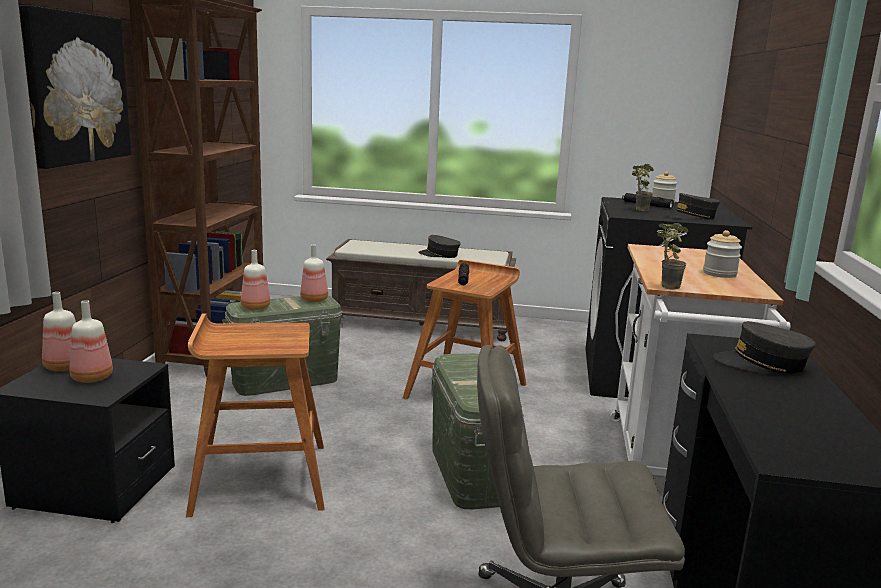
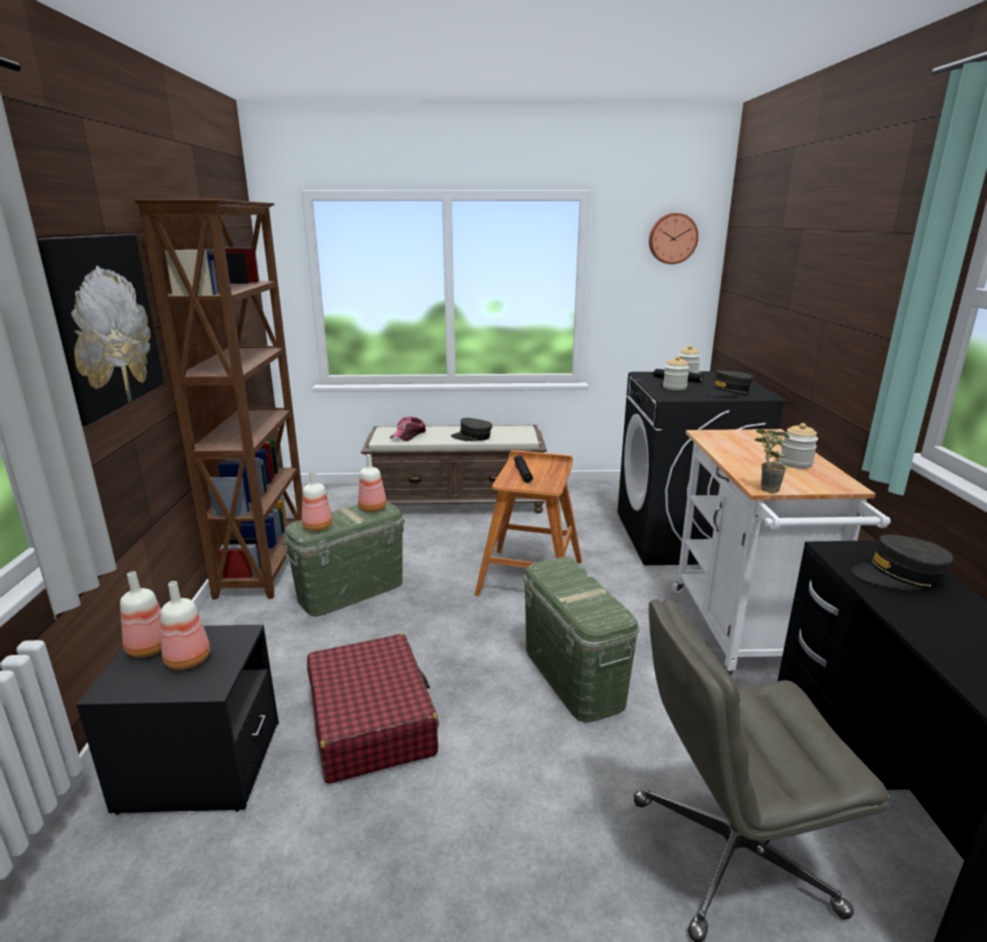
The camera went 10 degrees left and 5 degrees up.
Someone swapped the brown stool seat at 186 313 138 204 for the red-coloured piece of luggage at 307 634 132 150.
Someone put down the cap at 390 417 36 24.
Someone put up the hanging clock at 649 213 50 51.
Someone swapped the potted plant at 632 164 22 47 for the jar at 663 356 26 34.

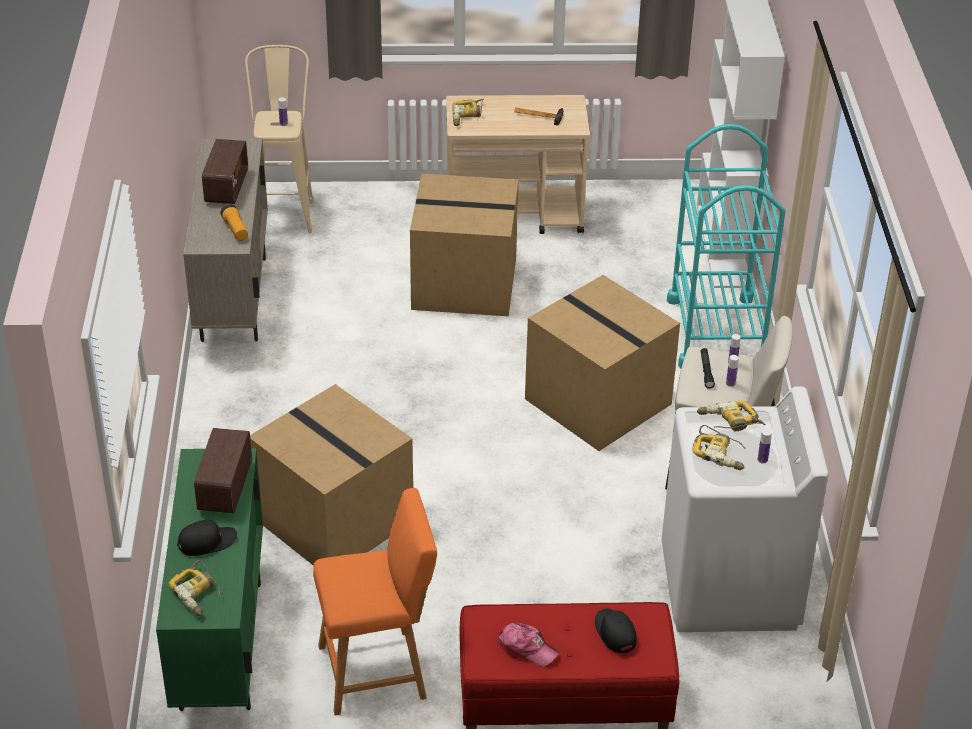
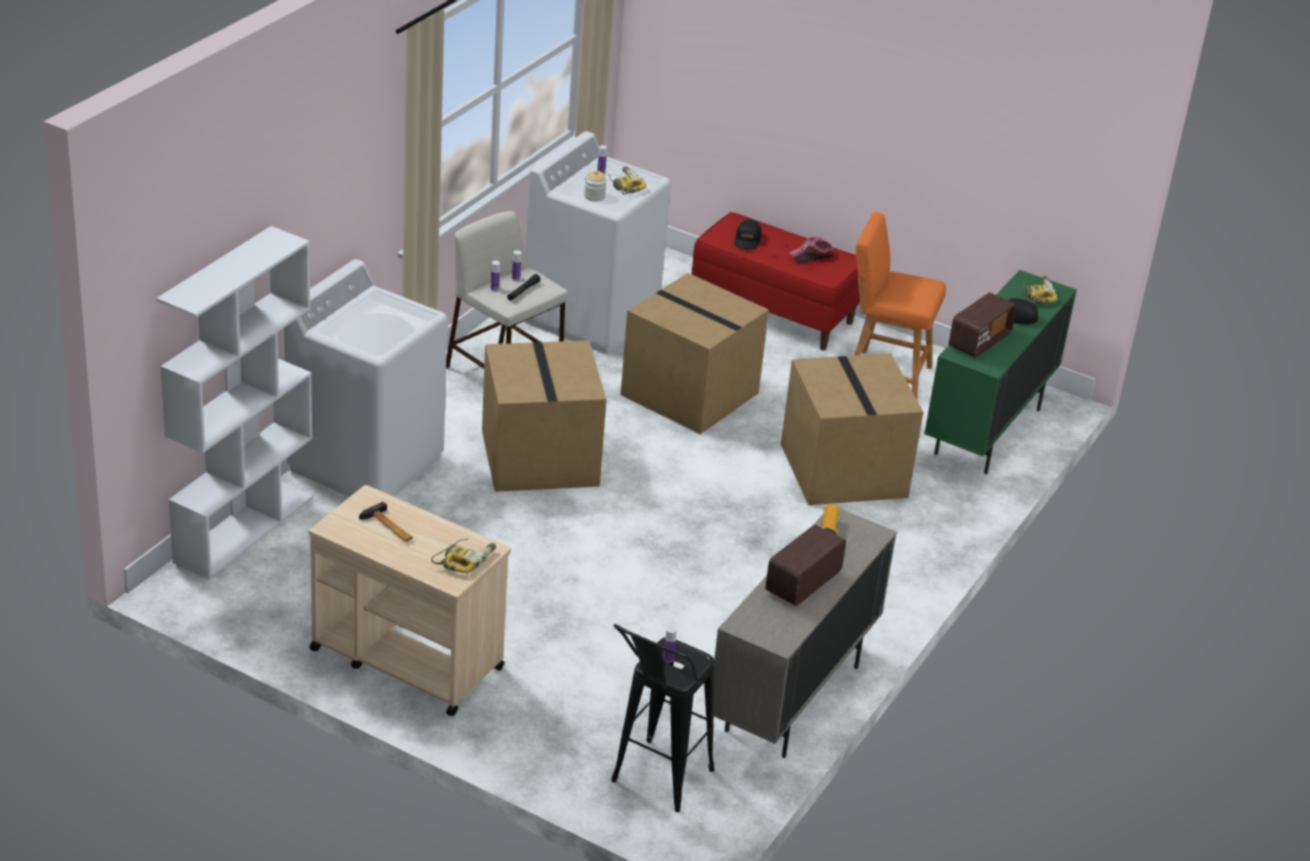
The camera went 150 degrees left and 5 degrees down.
Someone swapped the blue-green trolley at 667 124 118 245 for the white washing machine at 284 259 163 238.
Someone swapped the power drill at 697 400 69 32 for the jar at 584 170 23 31.
Someone repainted the beige-coloured stool seat at 245 45 69 188, which became the blackish stool seat at 611 624 103 188.
Someone carried the cardboard box from 410 174 109 142 to 621 273 148 161.
Someone rotated the cap at 498 622 61 44 by 90 degrees counterclockwise.

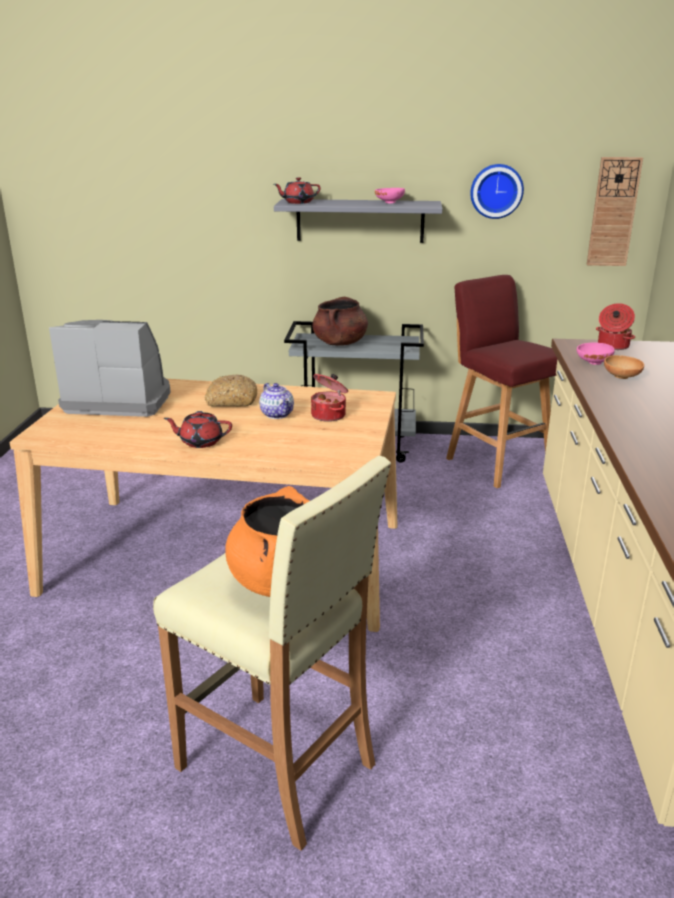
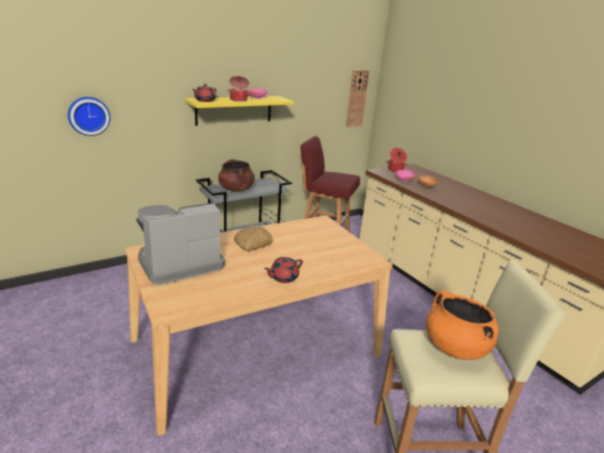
The camera went 40 degrees left and 0 degrees up.
Someone carried the hanging clock from 470 164 54 55 to 68 97 42 39.
Someone repainted the grey wall shelf at 274 199 168 44, which became the yellowish wall shelf at 184 96 110 30.
Someone carried the saucepot from 311 374 37 48 to 228 76 22 25.
Someone took away the pot for tea at 259 383 35 36.

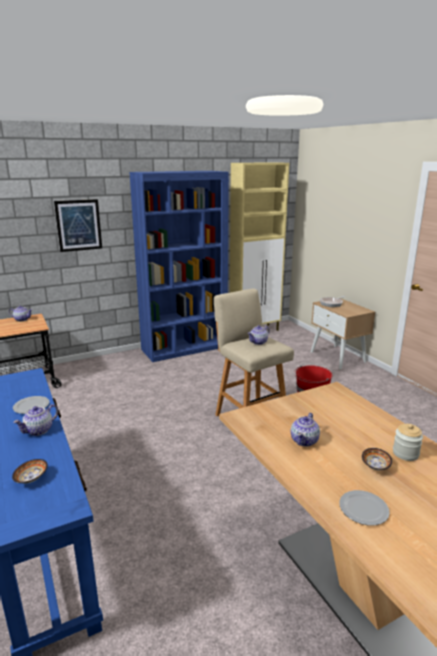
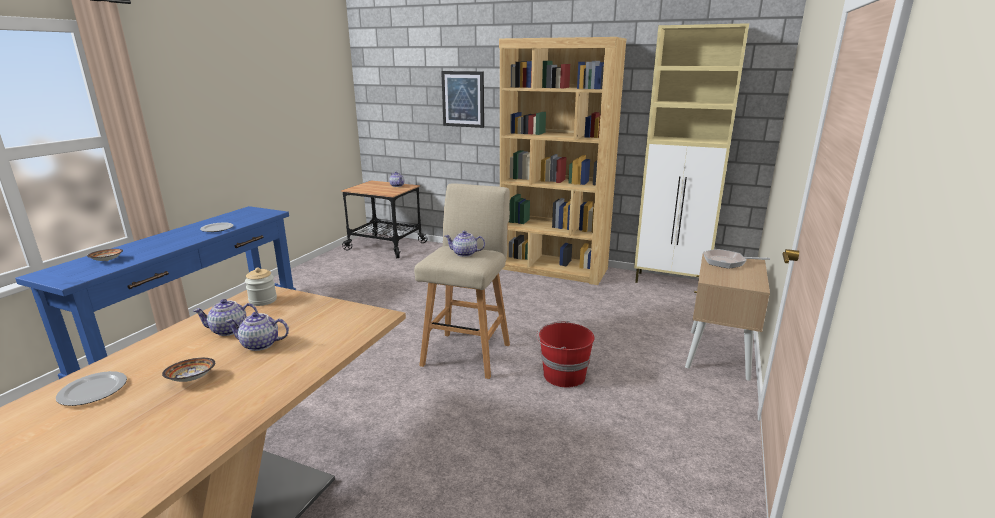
The camera went 50 degrees right and 0 degrees up.
Someone carried the pot for tea from 13 404 45 32 to 225 312 64 39.
Someone carried the jar from 393 424 30 37 to 245 267 32 39.
Someone repainted the blue-coloured shelving unit at 129 171 100 191, which became the brown shelving unit at 499 37 127 248.

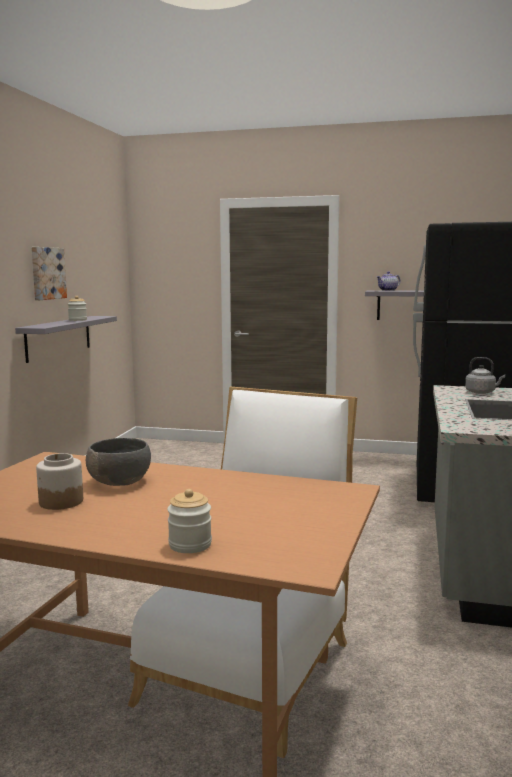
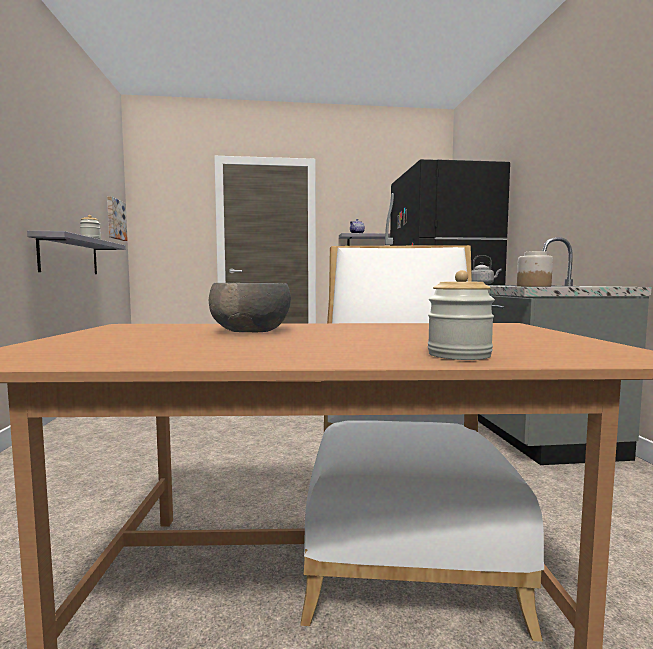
The camera went 20 degrees left and 5 degrees down.
Someone carried the picture from 31 247 36 53 to 107 196 21 45.
Someone carried the jar from 36 453 47 57 to 517 251 36 36.

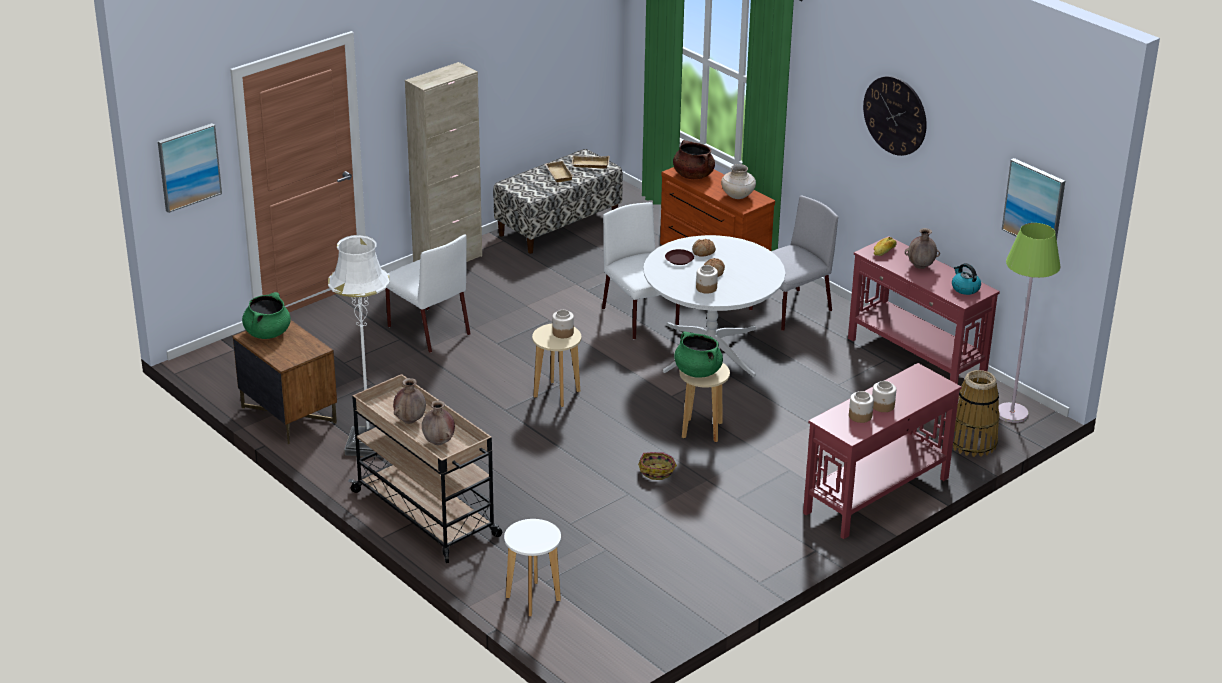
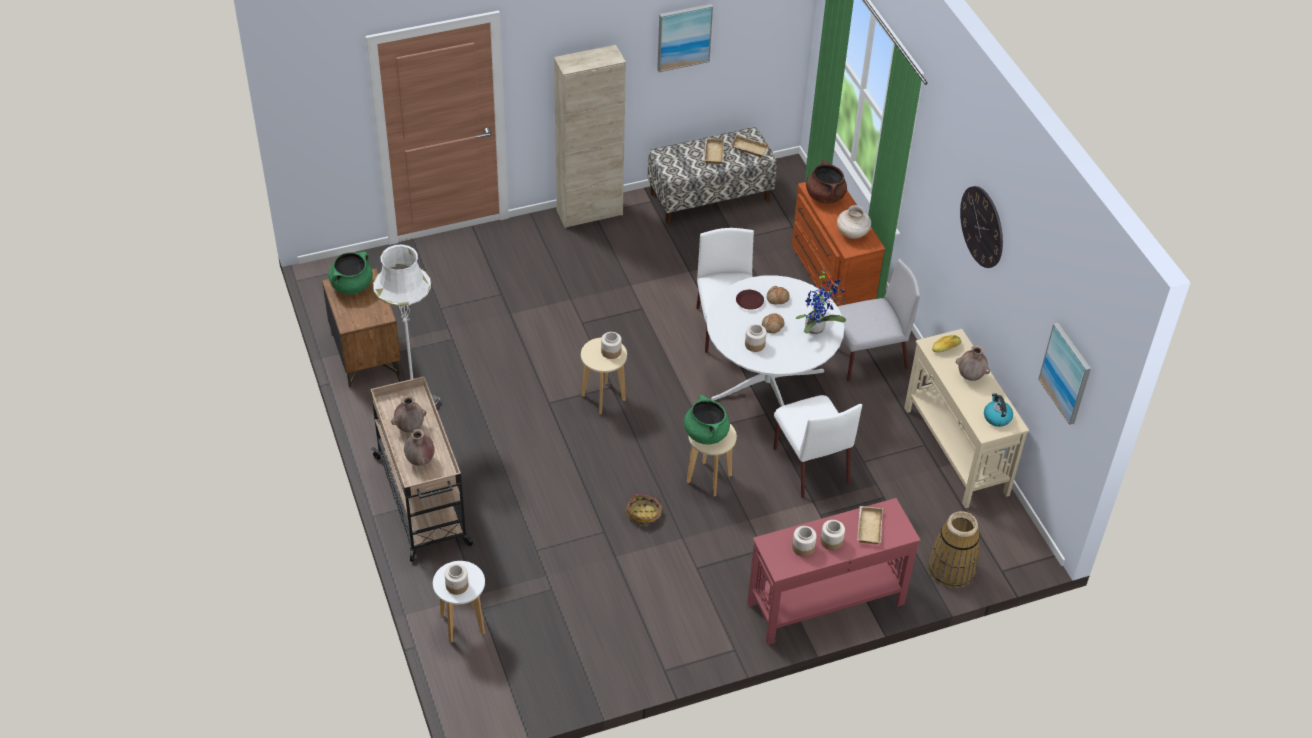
The camera went 20 degrees right and 15 degrees up.
Someone put down the jar at 445 564 23 31.
Someone carried the picture from 158 123 64 90 to 657 4 56 68.
Someone carried the white upright chair from 385 234 85 119 to 773 395 89 103.
Someone put down the potted plant at 796 270 50 64.
Someone put down the beige-coloured tray at 857 506 26 38.
Someone repainted the red-coloured console table at 848 236 152 148, which became the beige-coloured console table at 904 329 125 179.
Someone took away the green-coloured standard lamp at 999 223 62 200.

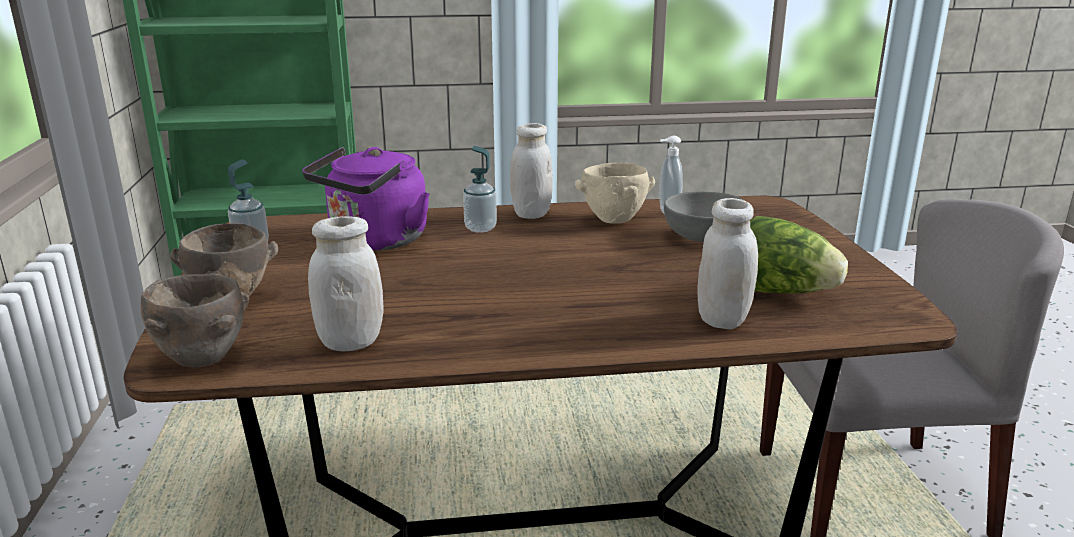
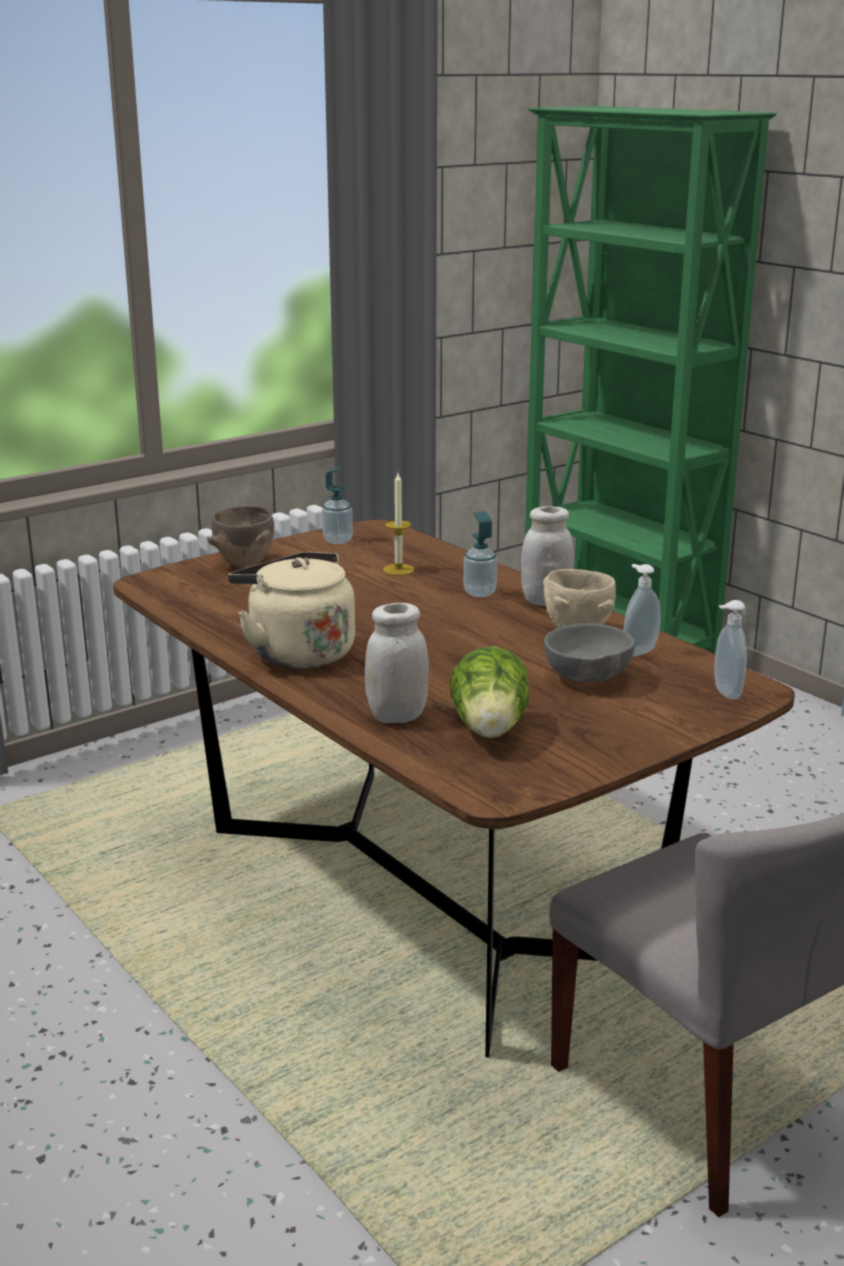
The camera went 60 degrees right and 0 degrees up.
Someone put down the beige-coloured kettle at 228 552 127 117.
Someone swapped the purple kettle at 302 147 128 104 for the candle at 383 473 31 102.
Someone put down the liquid soap bottle at 714 600 33 100.
Someone took away the brown bowl at 141 274 108 93.
Someone took away the white jar at 308 216 76 135.

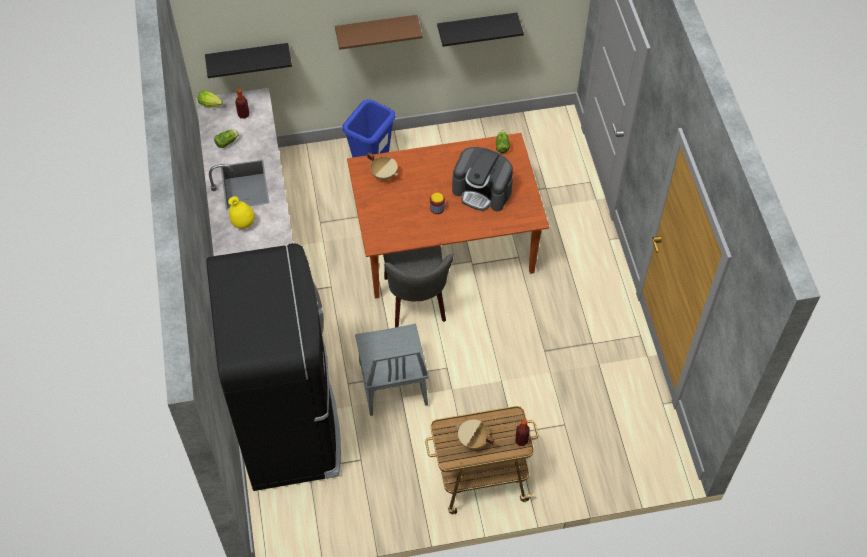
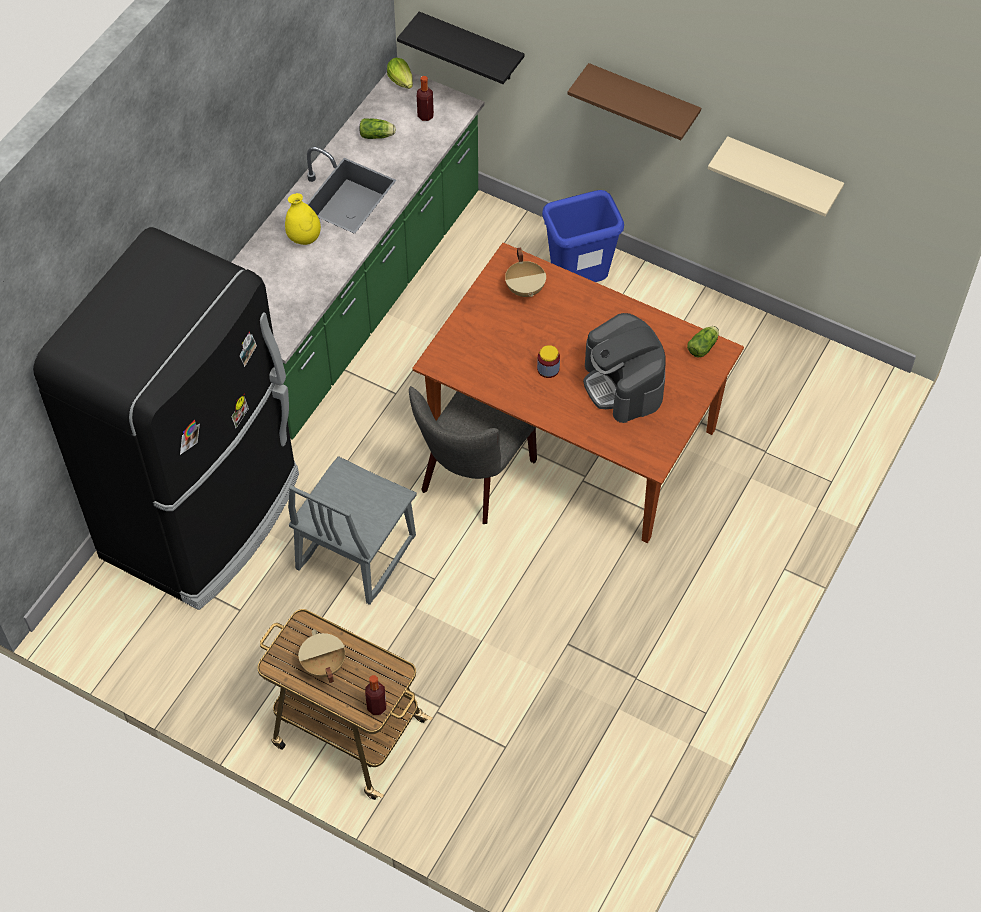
The camera went 40 degrees right and 0 degrees up.
Someone repainted the blackish wall shelf at 437 13 87 34, which became the beige-coloured wall shelf at 708 136 136 81.

